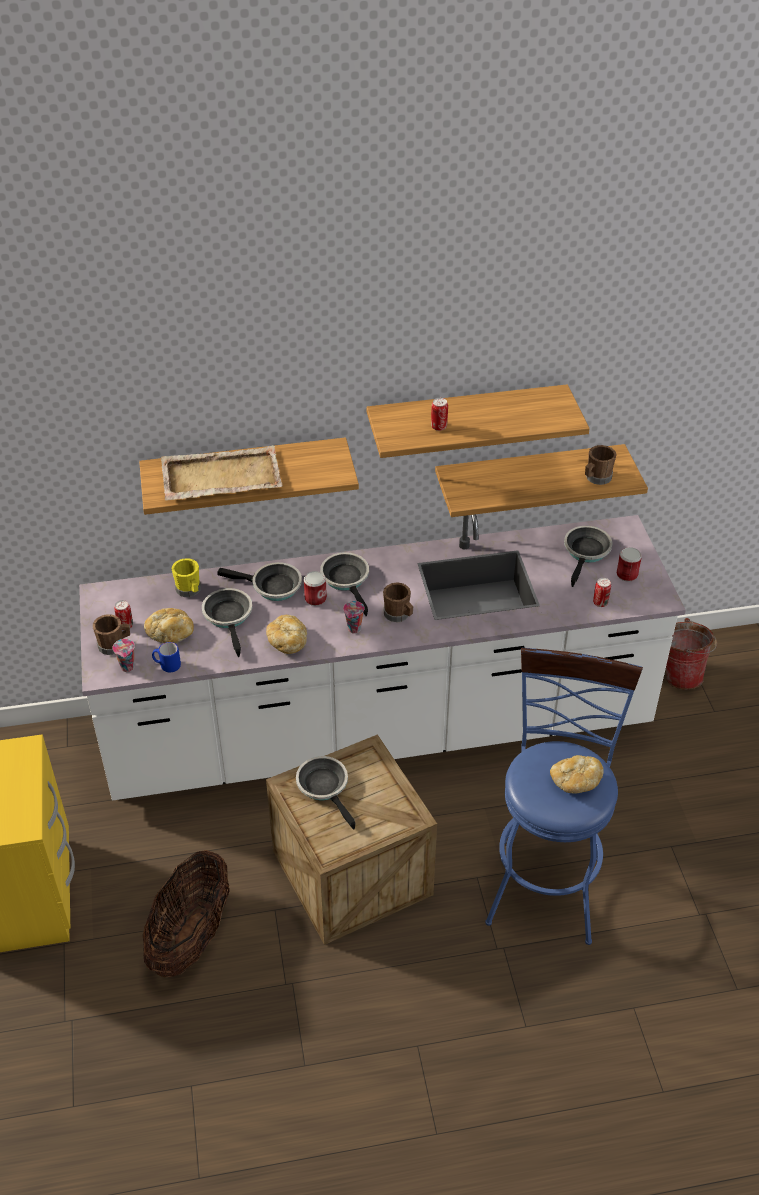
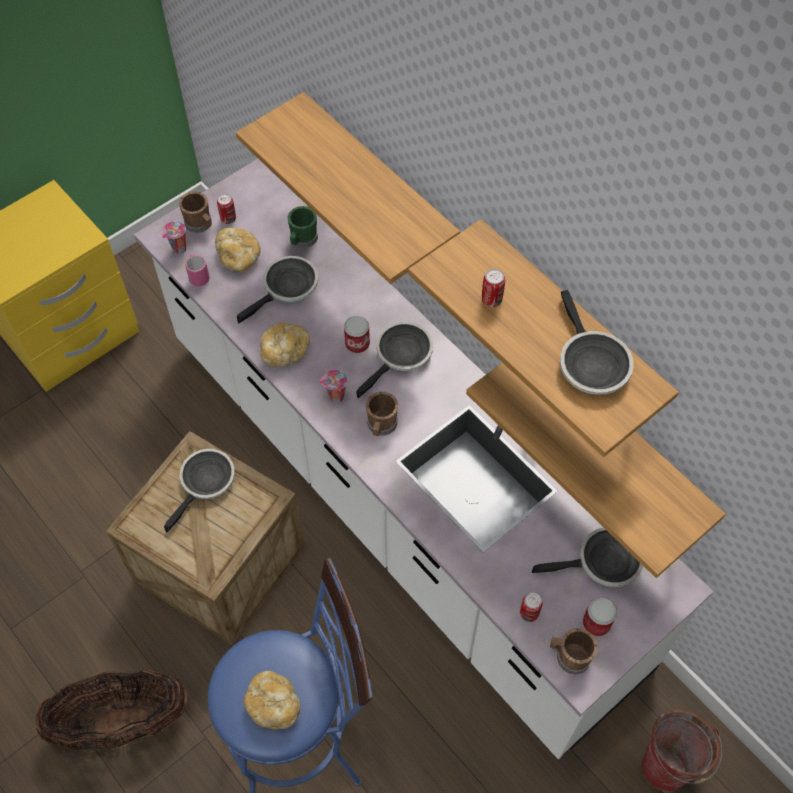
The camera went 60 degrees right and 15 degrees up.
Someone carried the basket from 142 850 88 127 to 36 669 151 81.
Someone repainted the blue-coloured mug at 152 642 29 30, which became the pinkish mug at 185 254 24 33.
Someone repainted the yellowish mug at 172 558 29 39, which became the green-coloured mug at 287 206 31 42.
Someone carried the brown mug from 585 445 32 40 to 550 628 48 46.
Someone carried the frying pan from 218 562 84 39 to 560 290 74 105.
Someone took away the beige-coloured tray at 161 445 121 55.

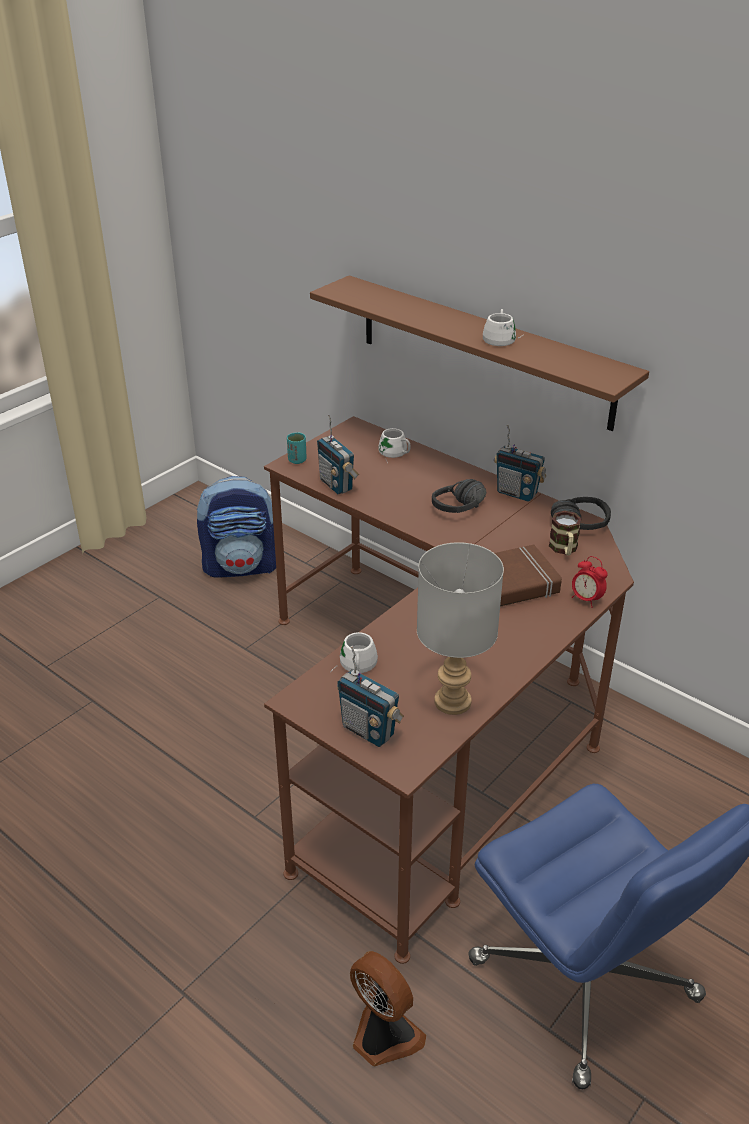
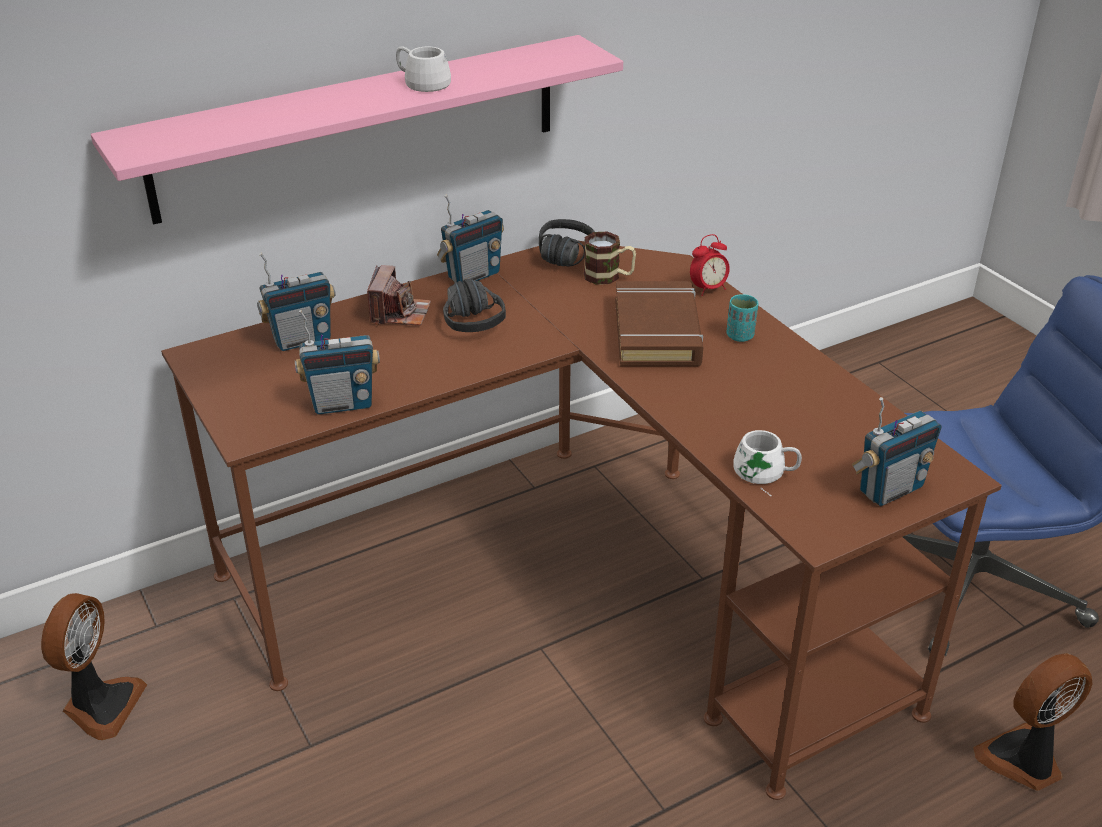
The camera went 70 degrees left and 0 degrees up.
Someone swapped the backpack at 197 476 79 102 for the cooling fan at 41 593 106 147.
Someone repainted the brown wall shelf at 310 276 339 155, which became the pinkish wall shelf at 91 35 532 189.
Someone swapped the white mug at 378 428 33 35 for the radio receiver at 257 253 79 98.
Someone put down the still camera at 367 265 64 61.
Someone carried the blue-green small cup from 287 432 19 32 to 727 294 31 48.
Someone took away the grey table lamp at 417 542 87 173.

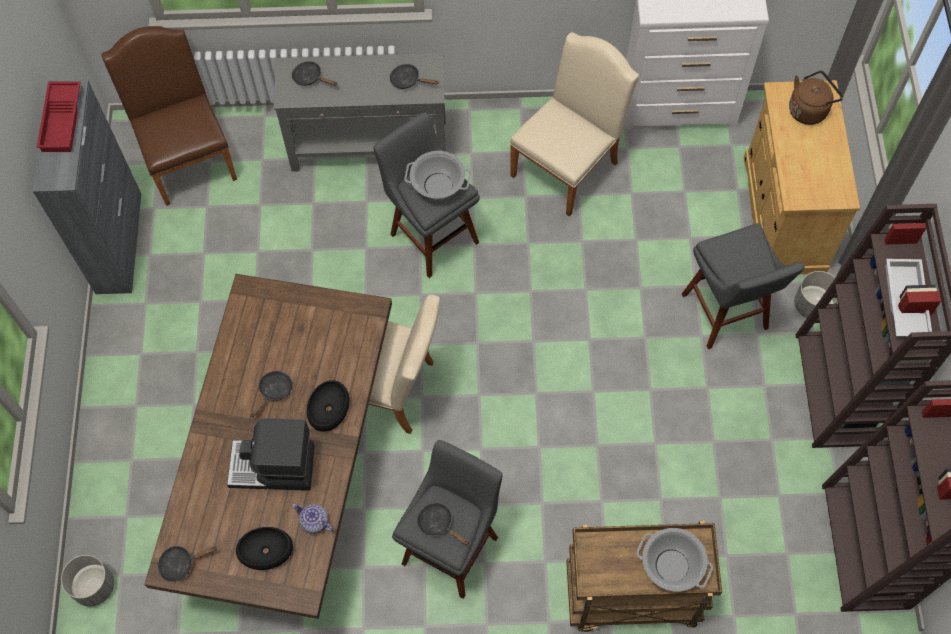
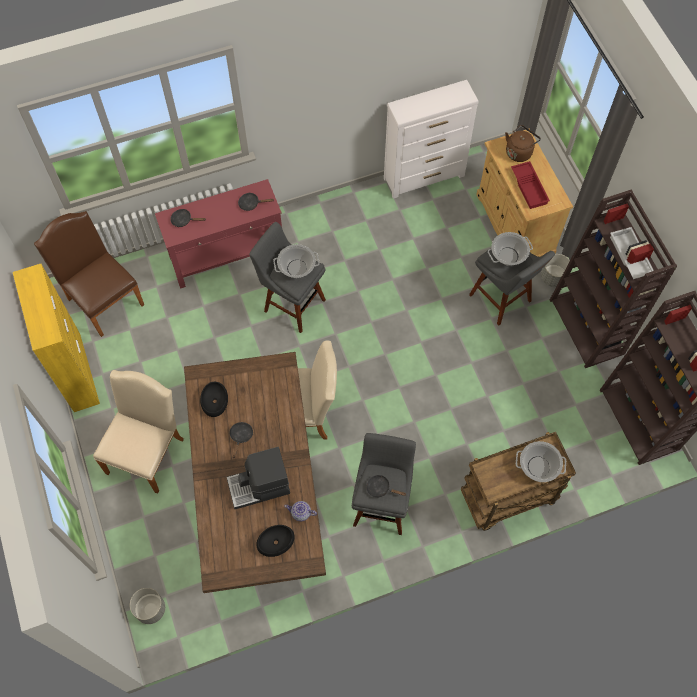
The camera went 20 degrees left and 0 degrees up.
Someone repainted the grey cabinet at 33 80 108 214, which became the yellowish cabinet at 13 264 87 148.
Someone carried the beige-coloured upright chair from 510 32 129 184 to 93 370 91 124.
Someone repainted the grey console table at 274 53 172 119, which became the red-coloured console table at 155 179 127 110.
Someone carried the blackish bowl from 307 380 42 52 to 200 382 28 35.
Someone put down the saucepot at 488 232 45 34.
Someone carried the red-coloured tray from 37 81 44 71 to 511 161 39 48.
Someone took away the blackish frying pan at 158 546 59 36.

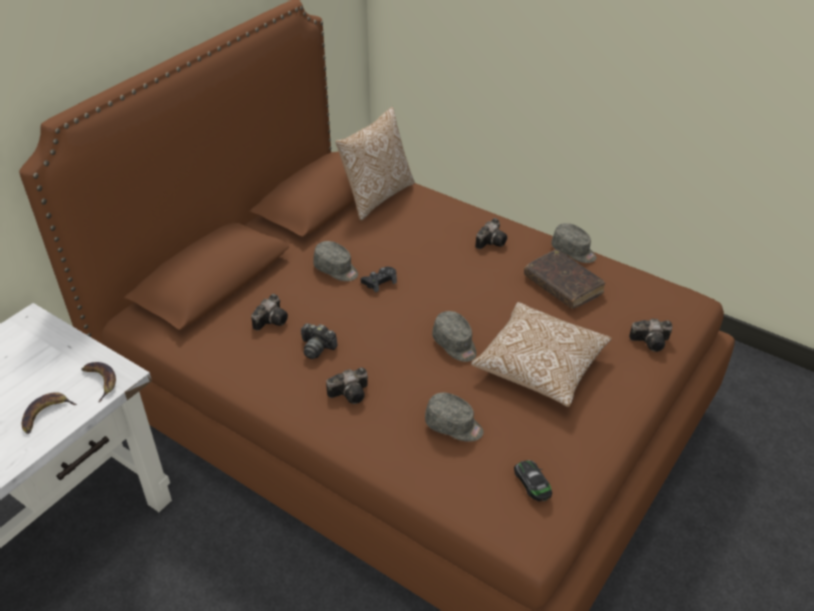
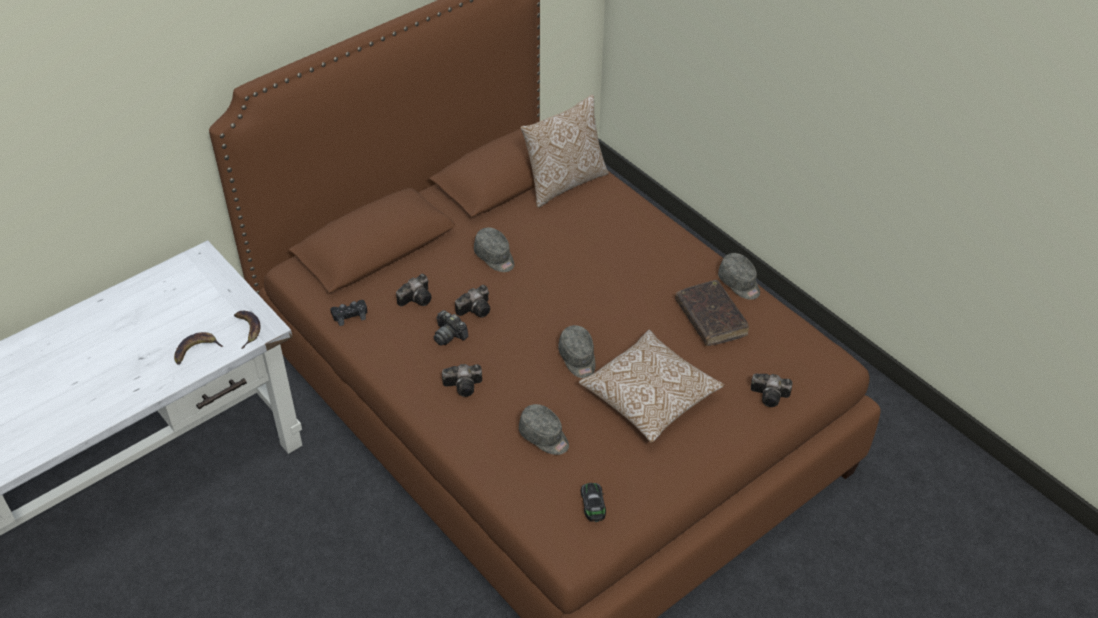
The camera went 15 degrees right and 5 degrees up.
Someone carried the blackish game controller from 361 266 36 27 to 330 300 37 26.
Someone carried the still camera from 475 218 32 31 to 455 285 35 33.

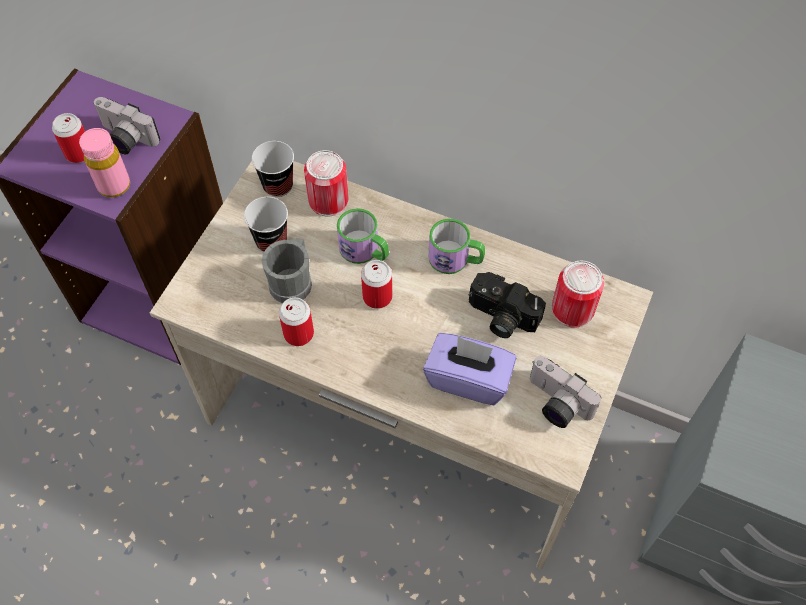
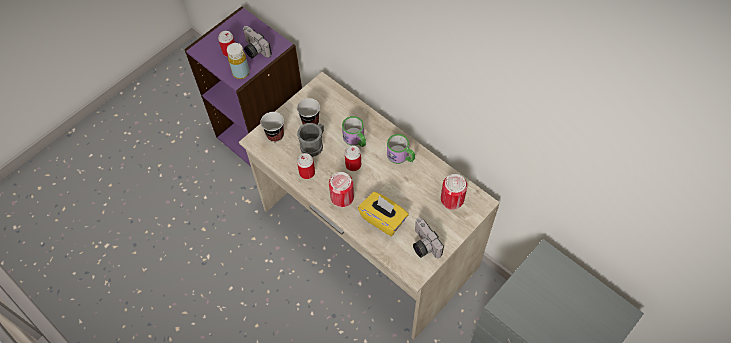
The camera went 20 degrees right and 0 degrees up.
Someone repainted the pinkish drink bottle at 79 128 51 69, which became the yellowish drink bottle at 227 43 23 36.
Someone carried the small cup from 252 141 42 56 to 260 112 24 30.
Someone carried the sealed can from 304 150 45 66 to 329 172 25 36.
Someone repainted the purple tissue box at 423 333 93 72, which became the yellowish tissue box at 358 192 51 44.
Someone took away the still camera at 469 272 77 66.

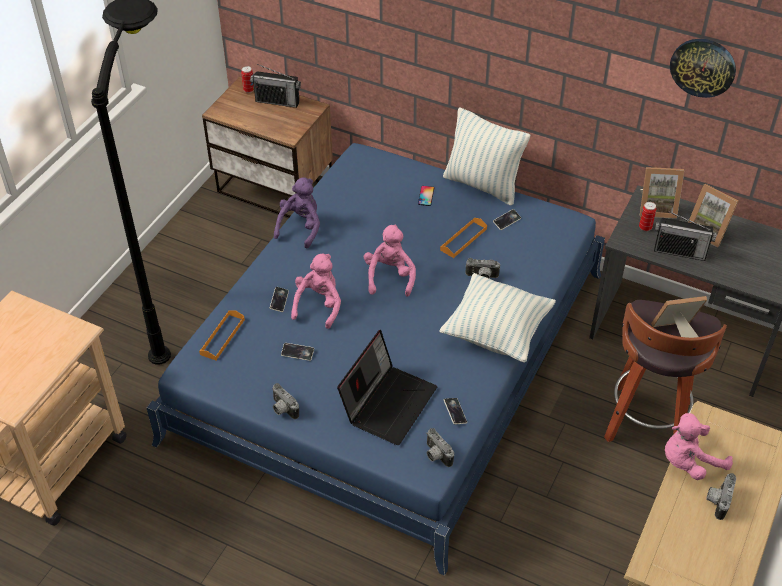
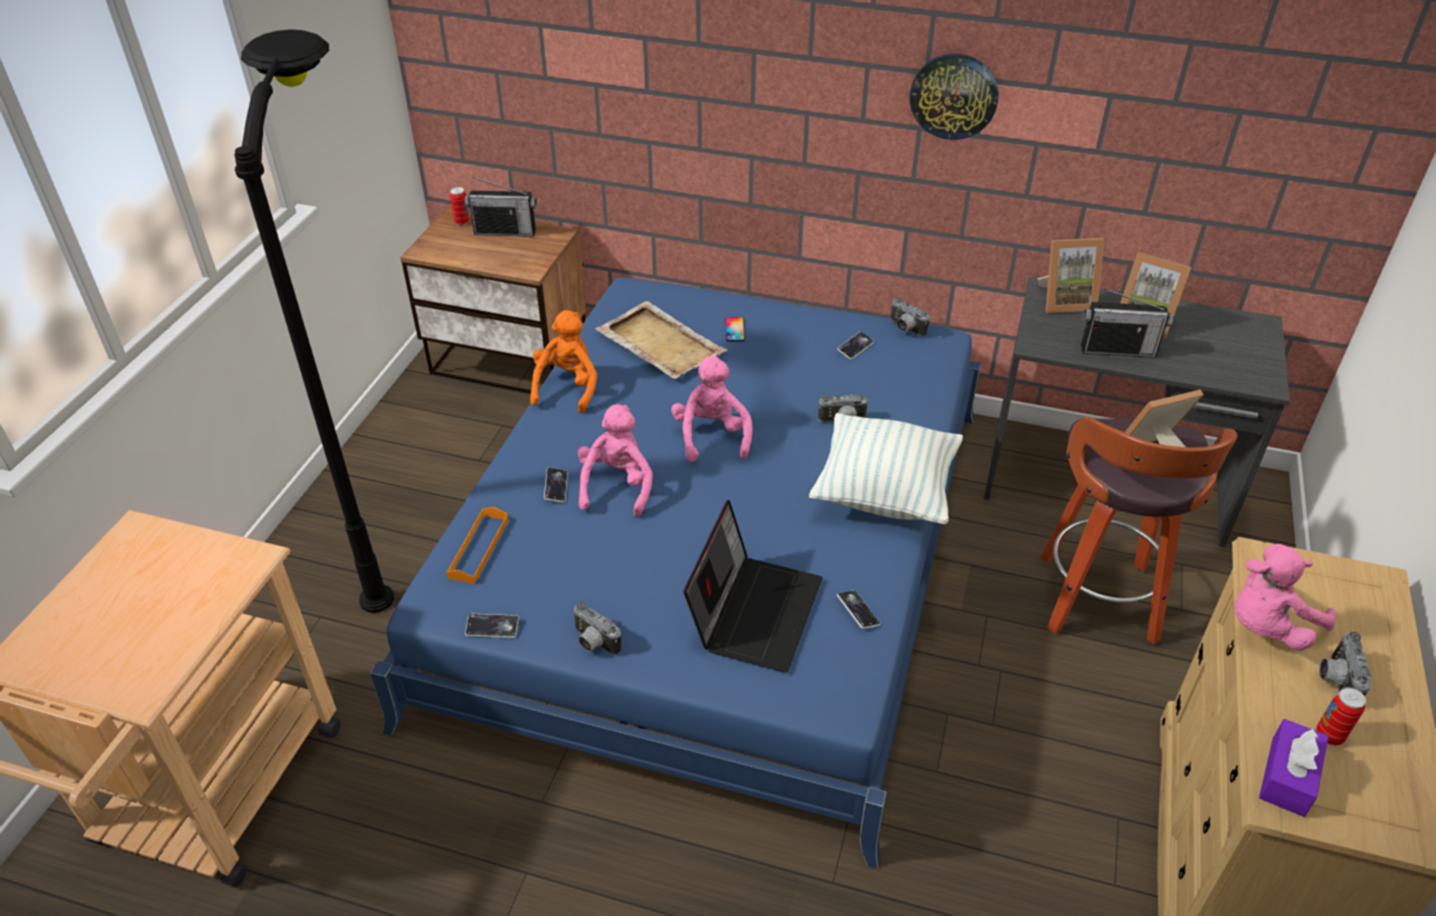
The camera went 10 degrees left and 5 degrees down.
Someone carried the telephone from 281 343 33 18 to 465 614 54 24.
Someone repainted the purple plush toy at 274 178 46 71, which became the orange-coloured plush toy at 530 310 67 103.
Someone put down the beige-coloured tray at 595 301 132 78.
Someone carried the still camera from 426 428 28 39 to 890 297 40 40.
Someone carried the hanging clock from 670 39 66 59 to 910 54 89 86.
Someone put down the purple tissue box at 1259 719 70 98.
Someone carried the sealed can from 639 202 17 29 to 1316 687 50 58.
Someone took away the orange-coloured tray at 440 218 47 40.
Someone took away the pillow at 443 108 87 98.

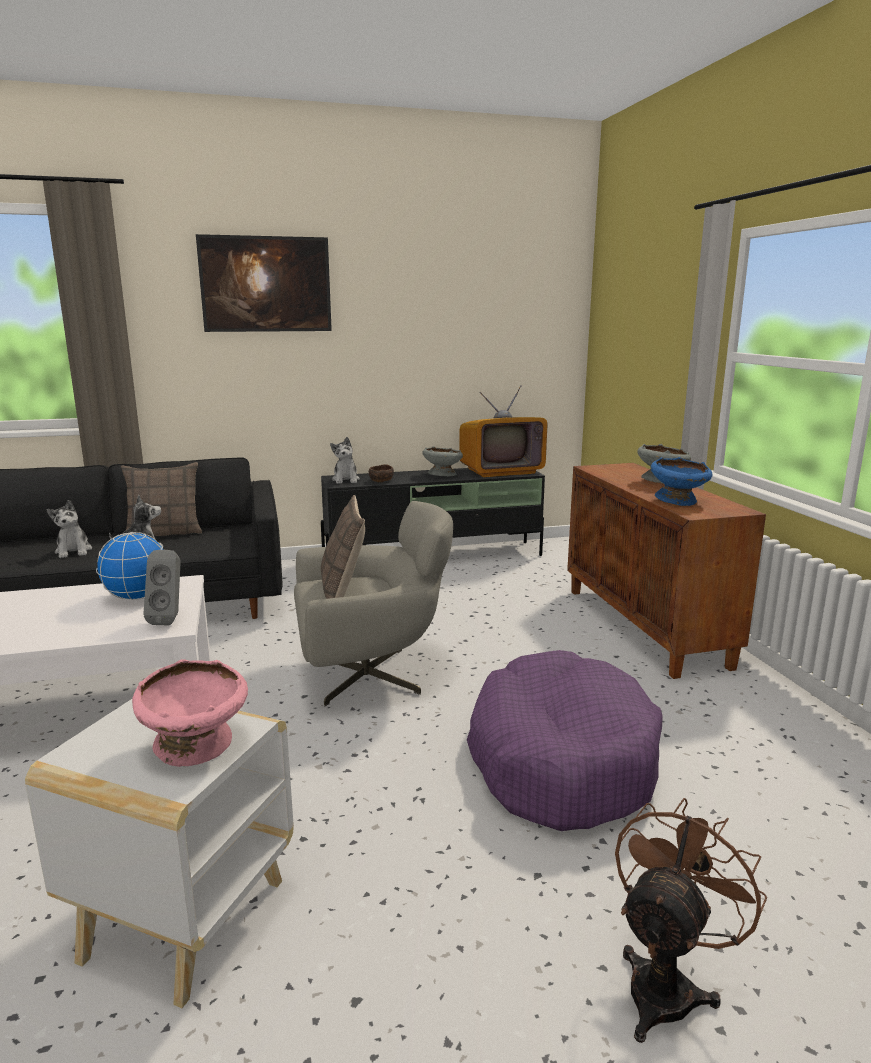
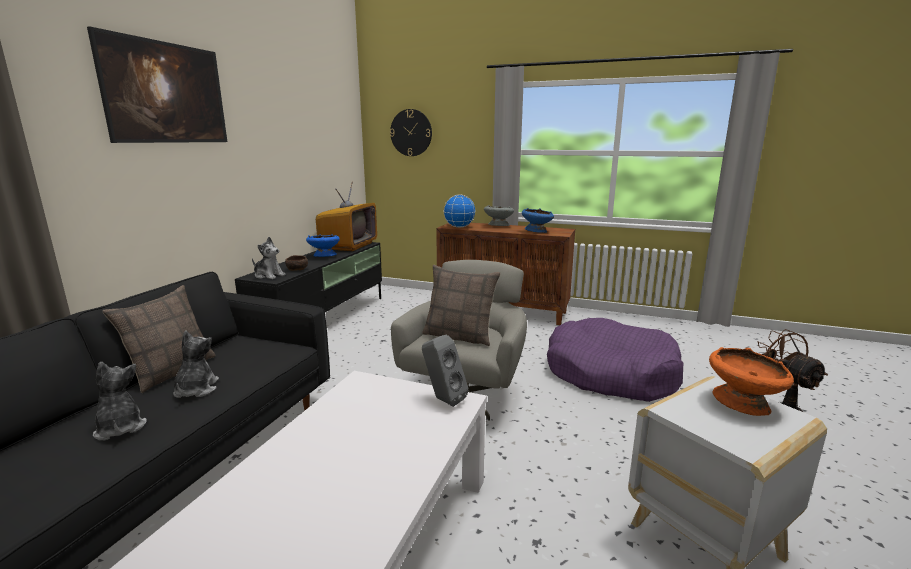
The camera went 55 degrees left and 0 degrees up.
Someone rotated the plush toy at 47 500 45 58 by 135 degrees counterclockwise.
Someone repainted the grey bowl at 422 446 41 30, which became the blue-coloured bowl at 306 234 34 23.
Someone put up the hanging clock at 390 109 42 47.
Someone carried the desk globe from 96 532 68 68 to 443 194 33 34.
Someone repainted the pinkish bowl at 132 659 116 108, which became the orange-coloured bowl at 709 347 85 69.

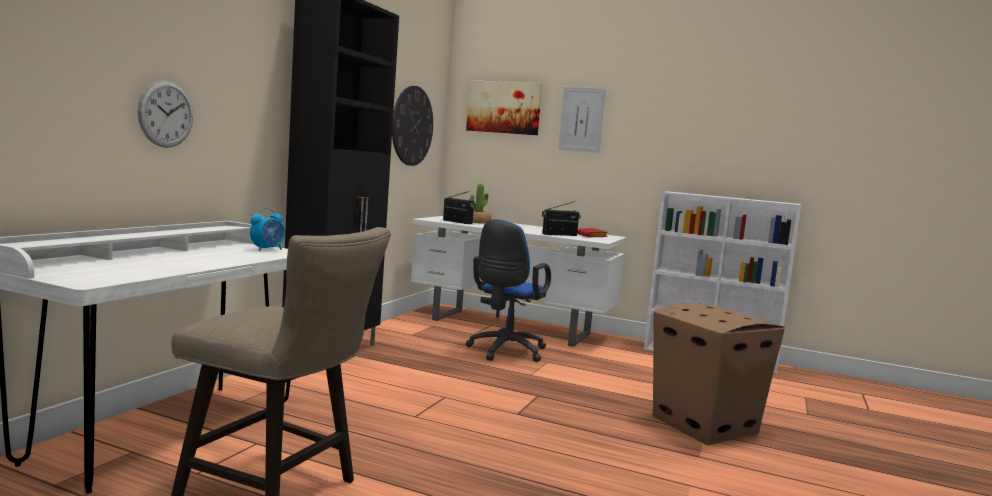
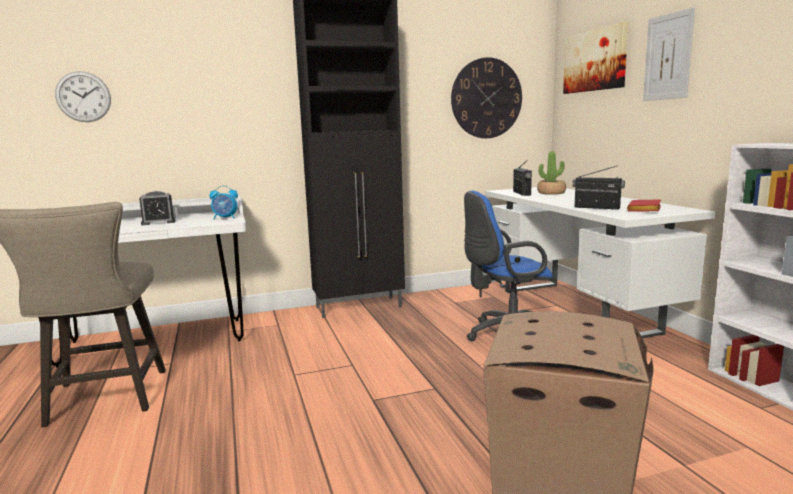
The camera went 50 degrees right and 5 degrees up.
Someone carried the hanging clock from 138 81 55 67 to 55 71 56 51.
Someone put down the table clock at 139 191 37 34.

